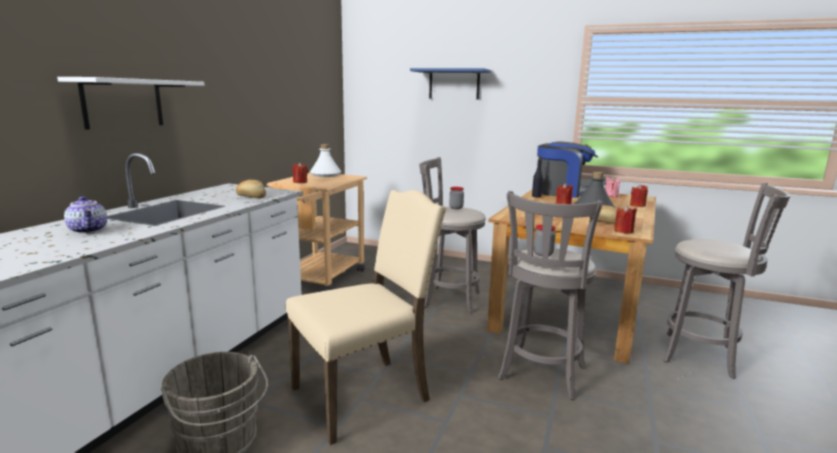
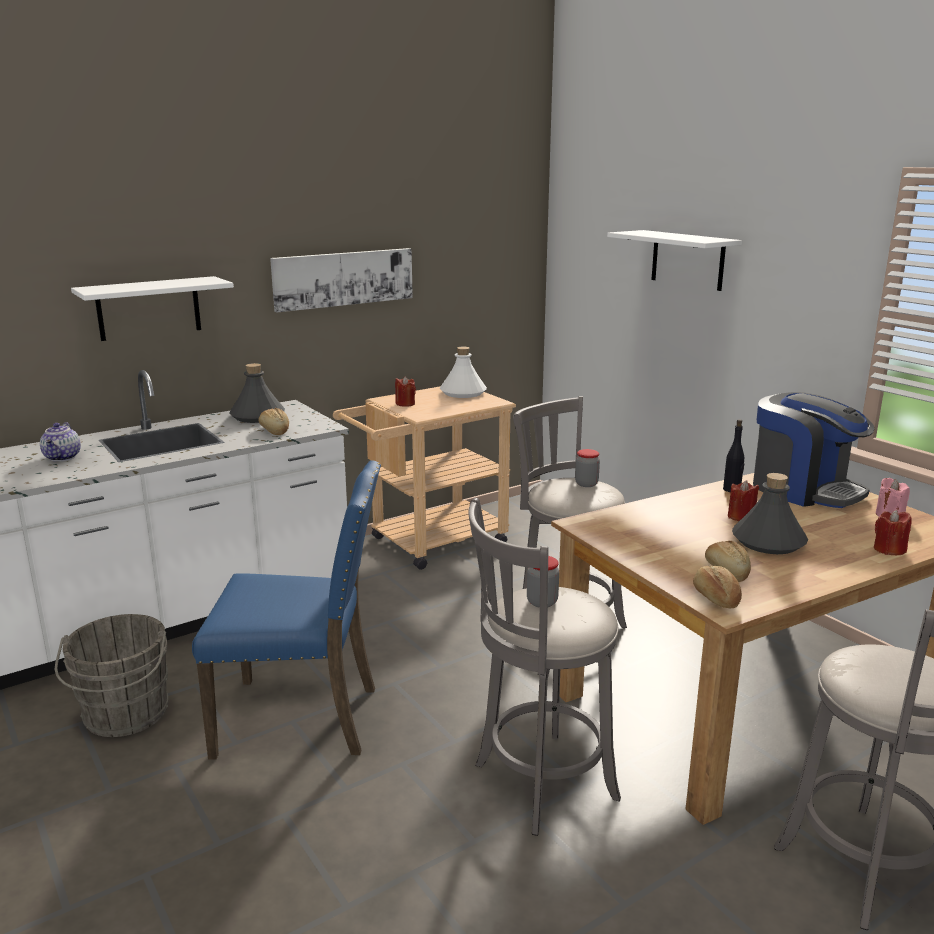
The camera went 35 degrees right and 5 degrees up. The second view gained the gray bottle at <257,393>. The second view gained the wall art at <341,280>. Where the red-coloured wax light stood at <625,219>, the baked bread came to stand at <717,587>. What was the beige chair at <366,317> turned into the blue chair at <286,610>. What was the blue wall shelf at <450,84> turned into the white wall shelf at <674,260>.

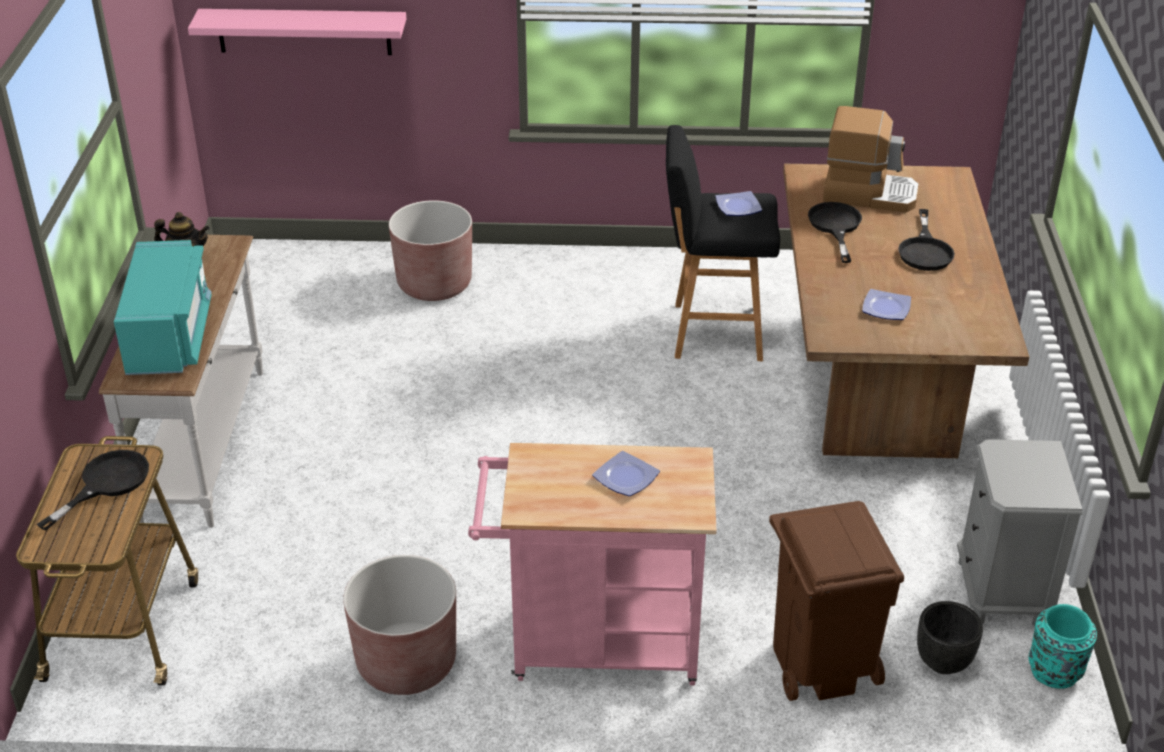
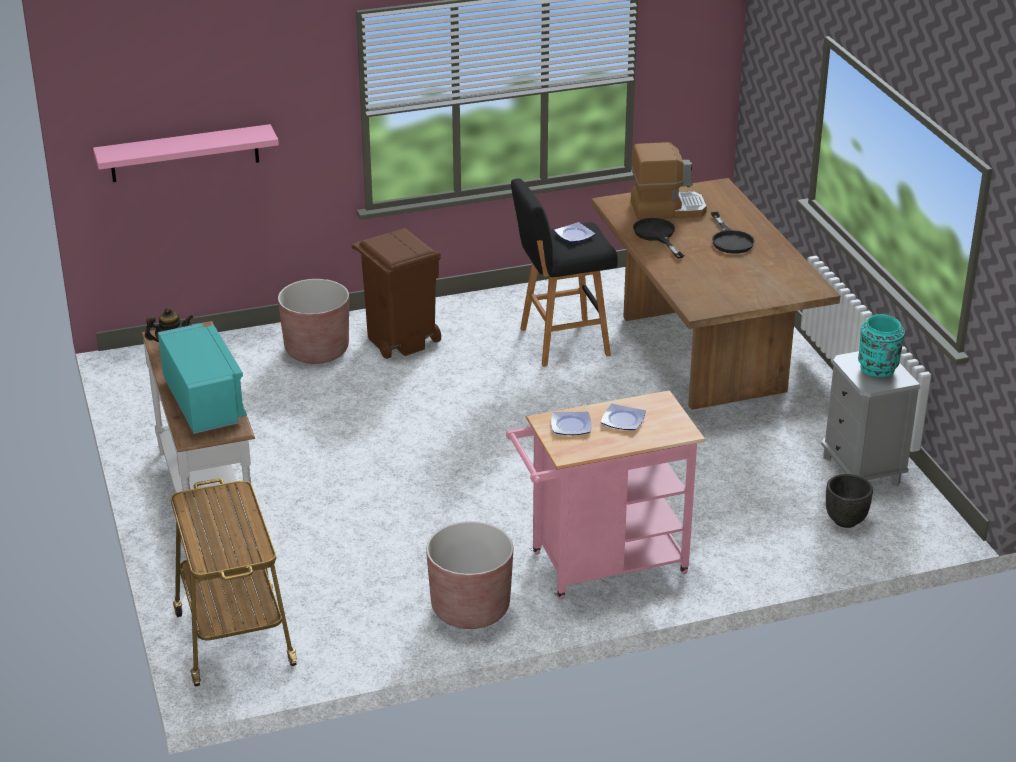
The camera went 20 degrees left and 5 degrees down. The second view lost the blackish skillet at <93,490>. The brownish trash can ended up elsewhere, having gone from <836,601> to <396,293>. The dinner plate ended up elsewhere, having gone from <886,304> to <571,423>. The blue-green vase ended up elsewhere, having gone from <1063,646> to <881,345>.

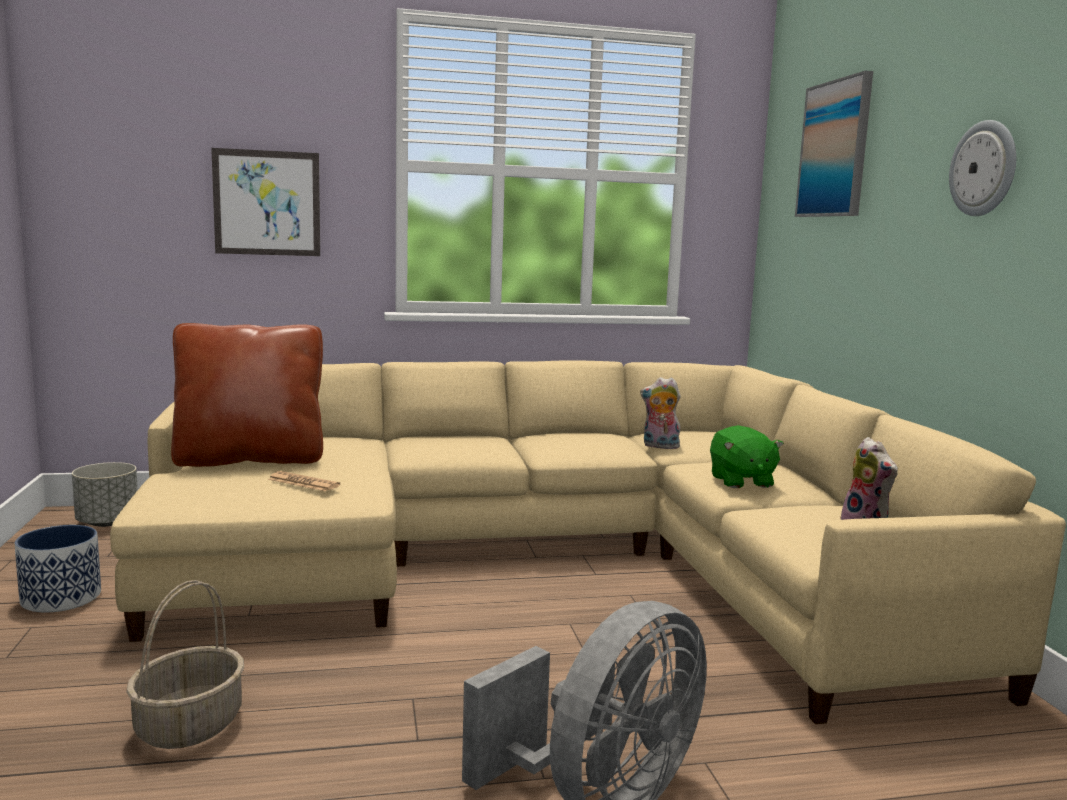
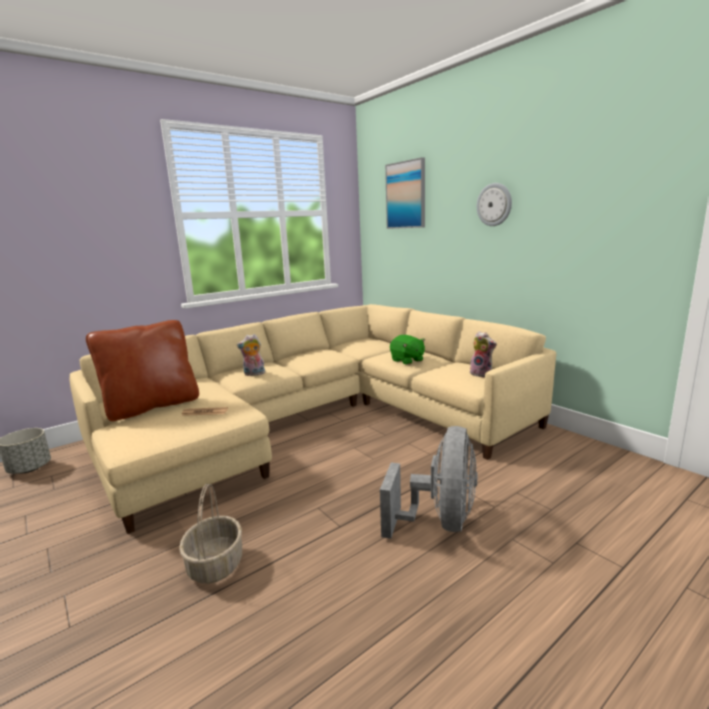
The camera went 25 degrees left and 5 degrees up. The second view lost the flower pot at <58,568>. The second view lost the wall art at <265,202>. The plush toy ended up elsewhere, having gone from <661,413> to <251,355>.

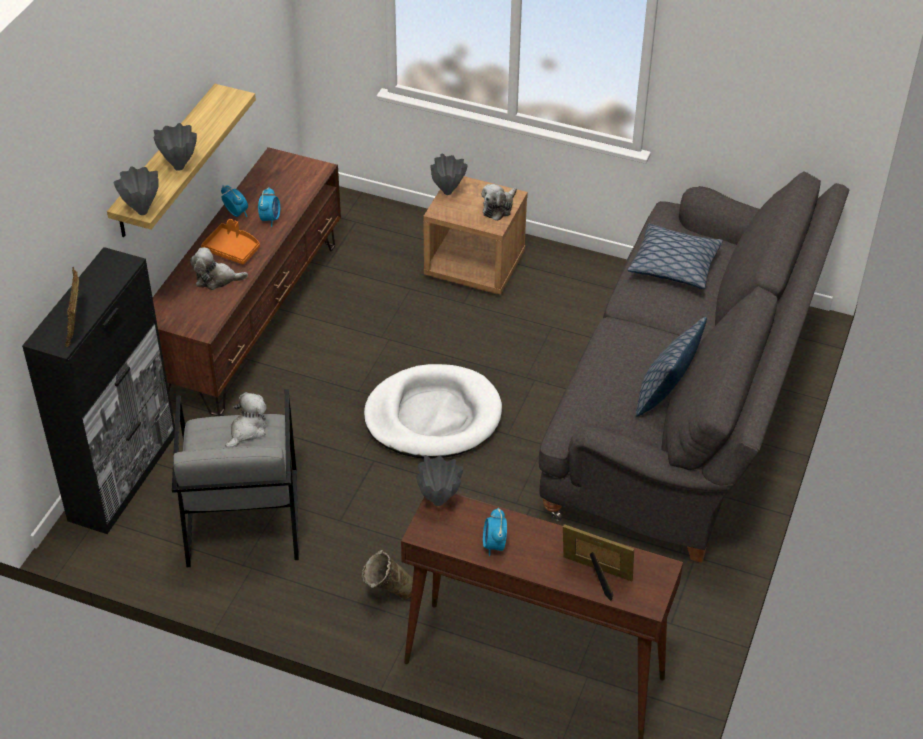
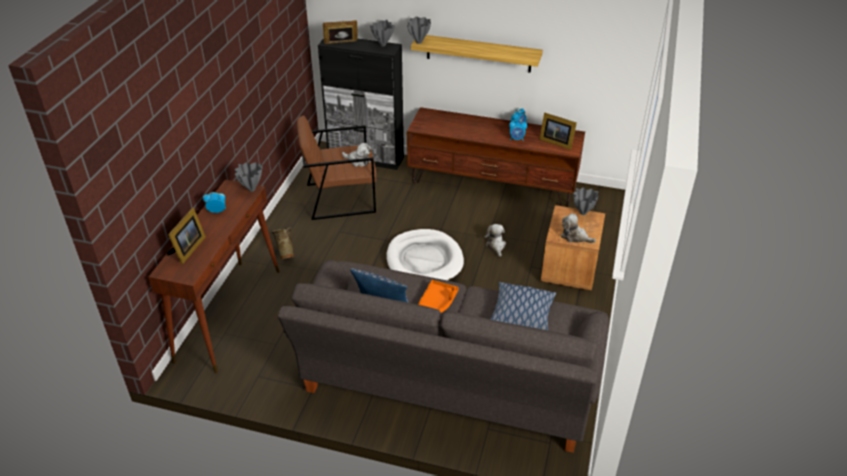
The camera went 85 degrees right and 5 degrees down. The second view gained the photo frame at <558,131>. The gray vase ended up elsewhere, having gone from <175,147> to <382,33>. The plush toy ended up elsewhere, having gone from <219,269> to <495,240>. The orange tray ended up elsewhere, having gone from <230,241> to <438,296>. What was the gray armchair at <235,478> turned into the brownish armchair at <336,167>.

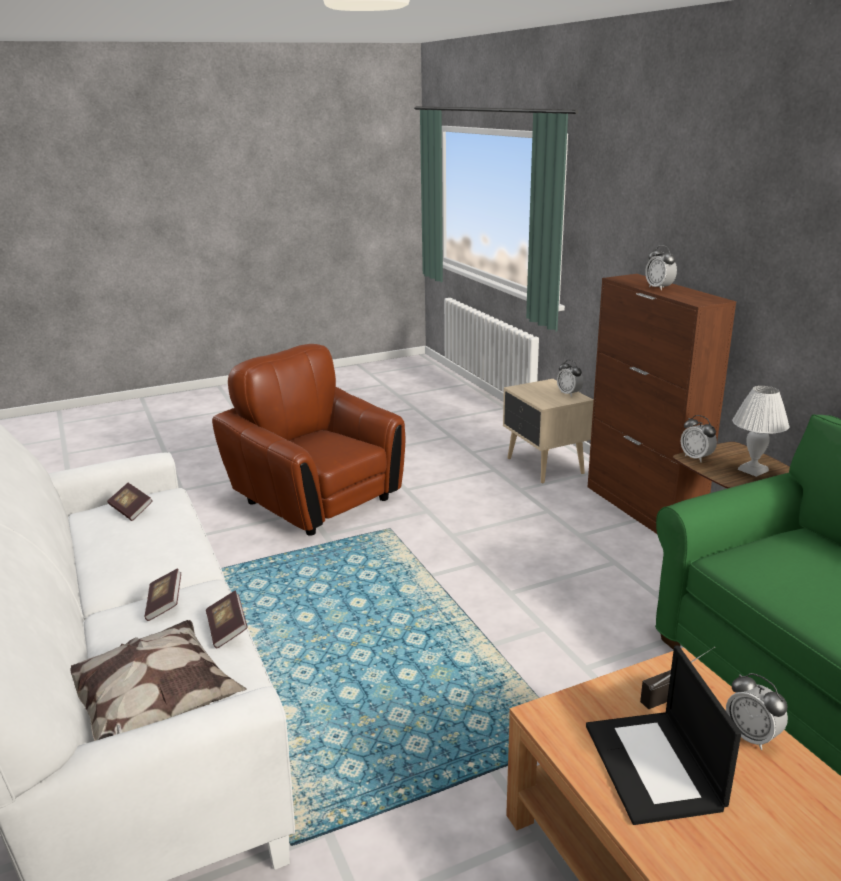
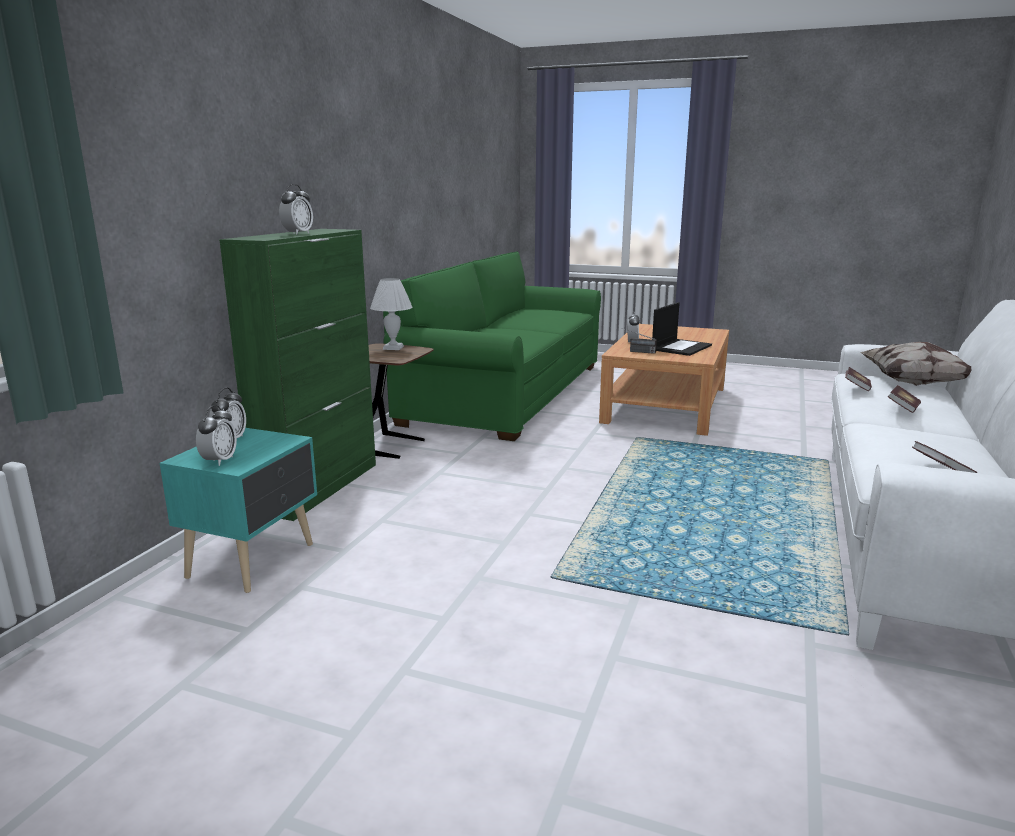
The camera went 135 degrees left and 5 degrees down. The second view lost the brownish armchair at <308,440>. The alarm clock ended up elsewhere, having gone from <699,438> to <216,435>. What was the beige nightstand at <548,431> turned into the blue-green nightstand at <238,510>. What was the brownish storage cabinet at <662,404> turned into the green storage cabinet at <297,375>.

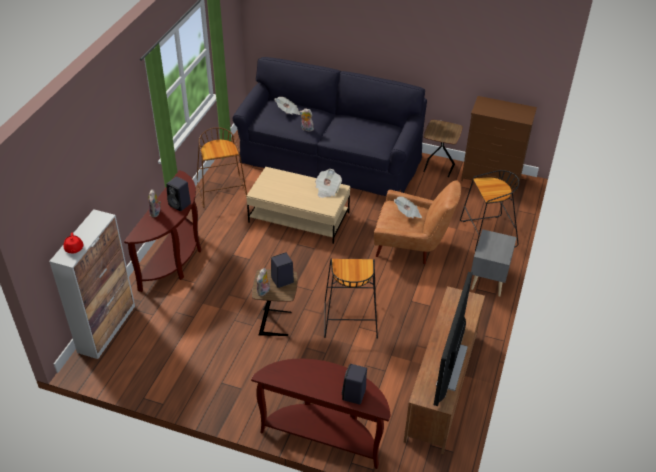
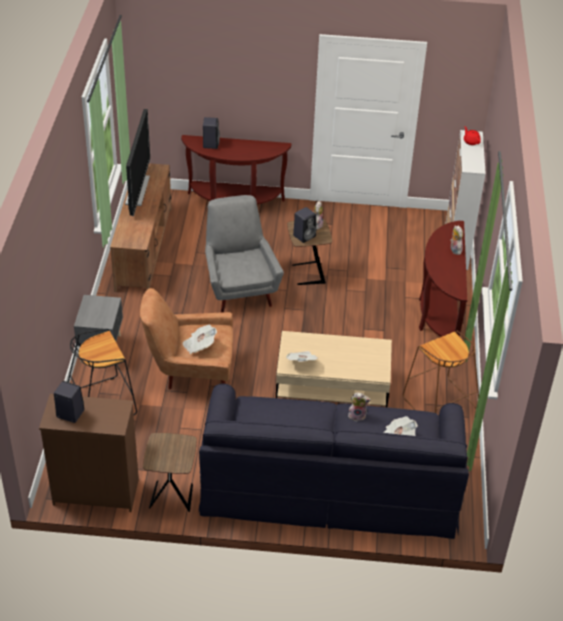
The camera went 165 degrees right and 0 degrees up. The blackish audio speaker ended up elsewhere, having gone from <178,193> to <69,402>. Where the blackish sitting stool stood at <351,299>, the gray armchair came to stand at <244,254>.

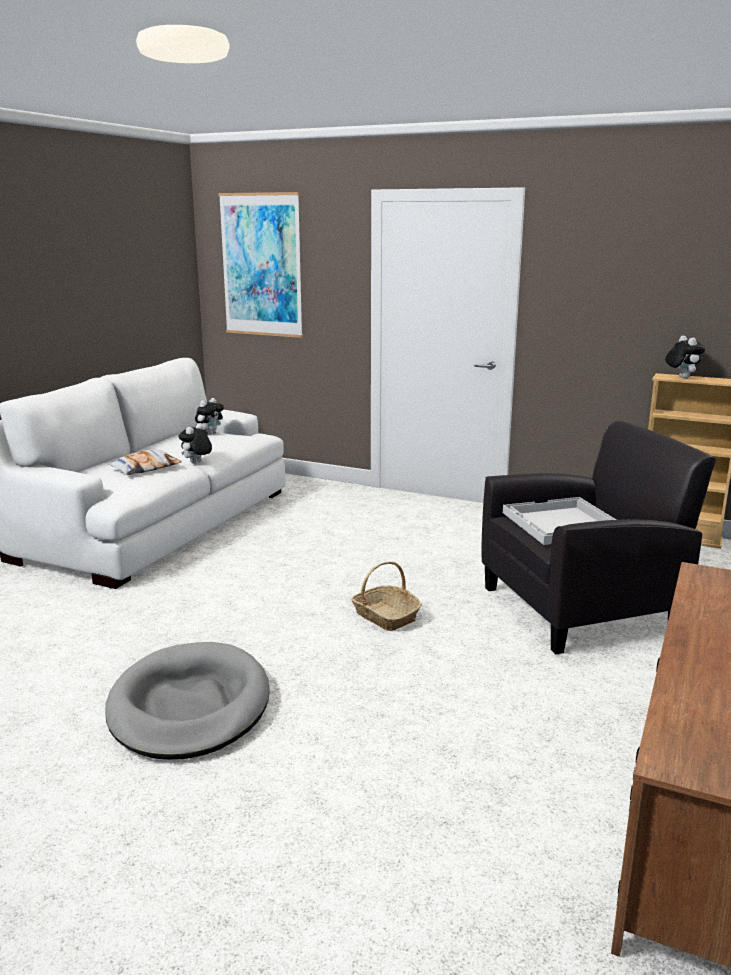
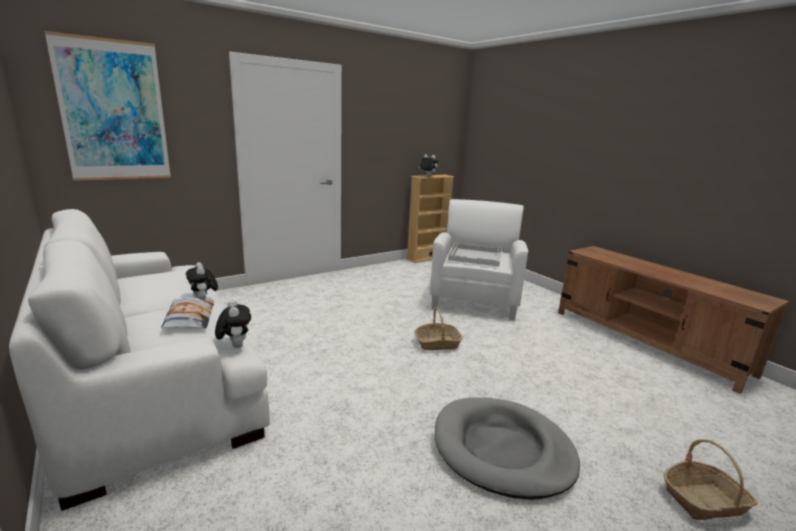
The camera went 60 degrees left and 0 degrees up. The second view gained the storage basket at <711,479>. The plush toy ended up elsewhere, having gone from <209,416> to <233,324>. What was the blackish armchair at <598,537> turned into the white armchair at <479,259>.

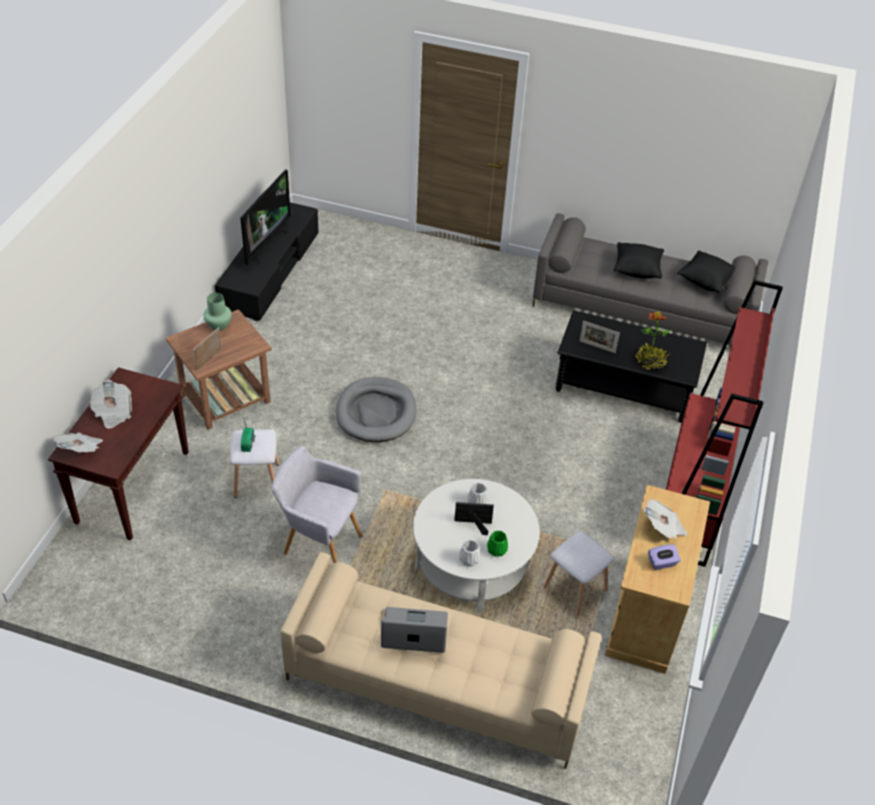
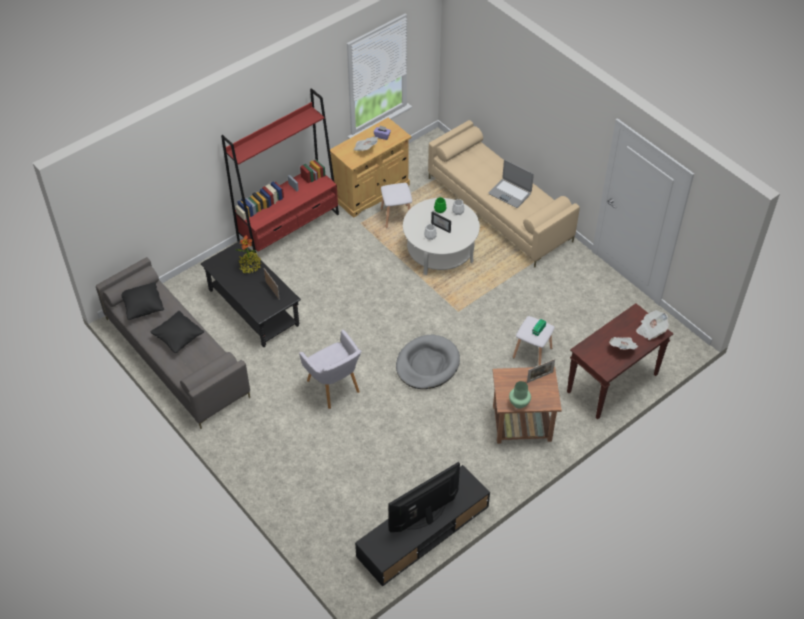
The camera went 145 degrees left and 5 degrees up. The gray armchair ended up elsewhere, having gone from <317,504> to <330,369>.

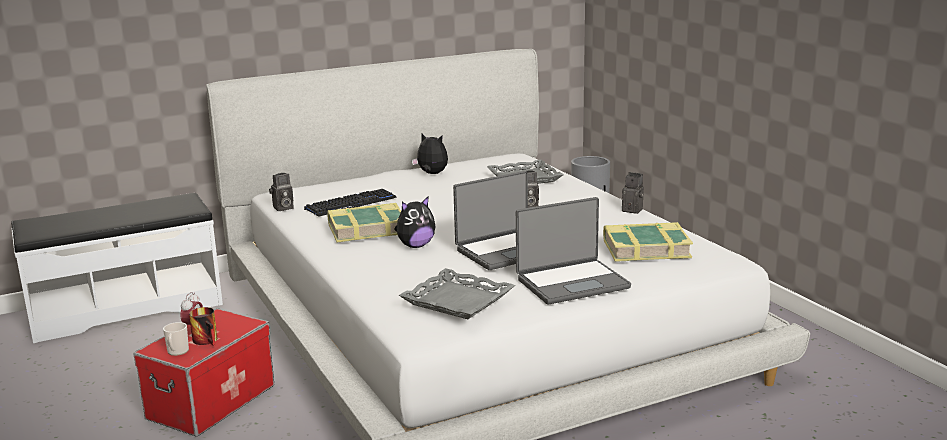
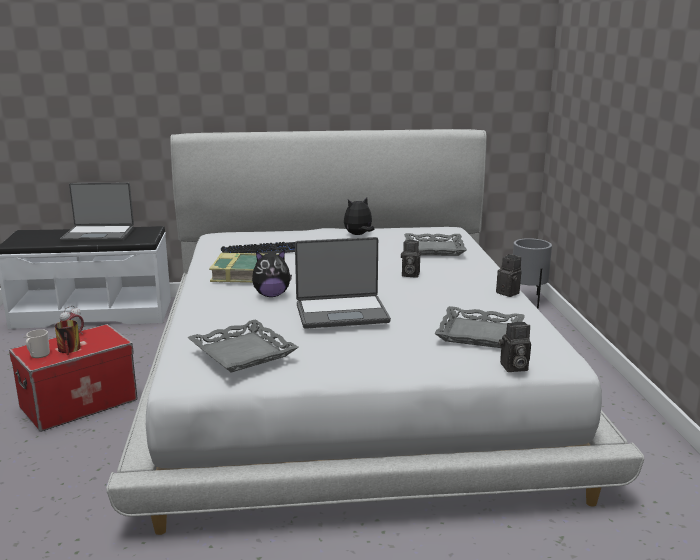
The camera went 20 degrees right and 0 degrees up. The still camera ended up elsewhere, having gone from <281,192> to <515,347>. The portable computer ended up elsewhere, having gone from <573,251> to <97,212>. Where the book stood at <648,242>, the gray tray came to stand at <479,327>. The plush toy at <430,154> ended up facing another way, 75 degrees counterclockwise from before.

